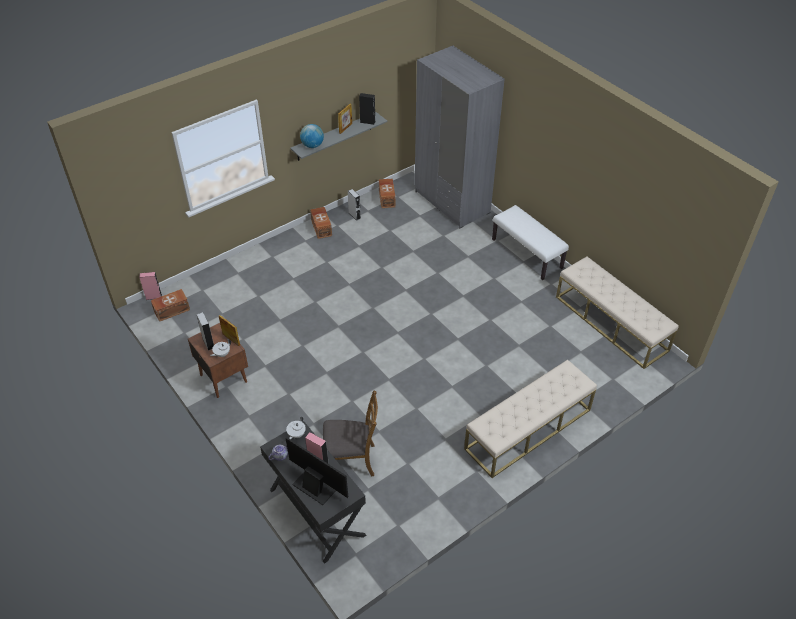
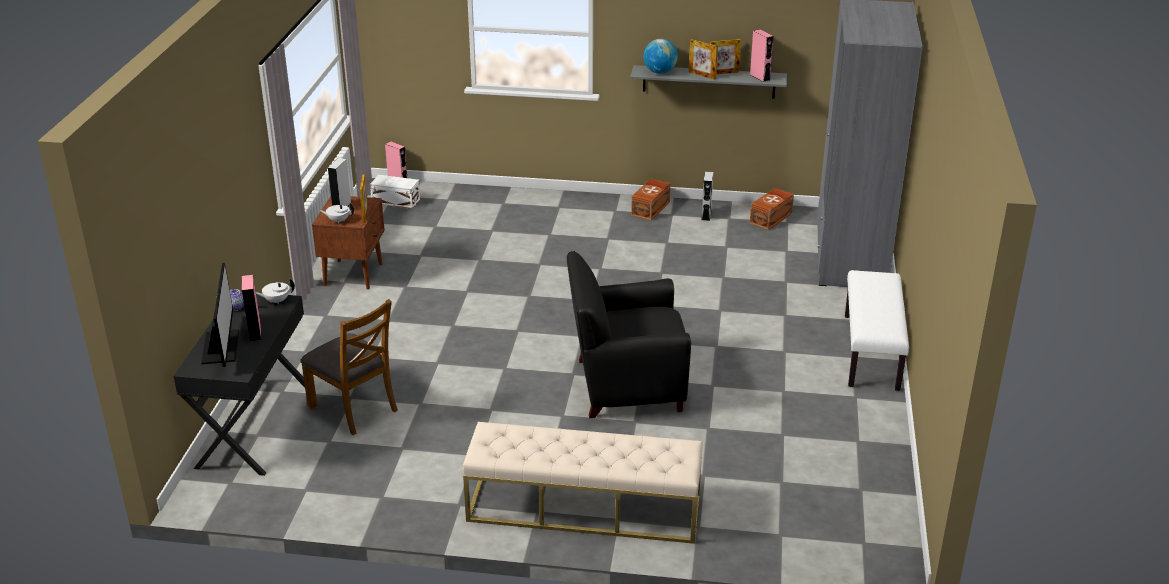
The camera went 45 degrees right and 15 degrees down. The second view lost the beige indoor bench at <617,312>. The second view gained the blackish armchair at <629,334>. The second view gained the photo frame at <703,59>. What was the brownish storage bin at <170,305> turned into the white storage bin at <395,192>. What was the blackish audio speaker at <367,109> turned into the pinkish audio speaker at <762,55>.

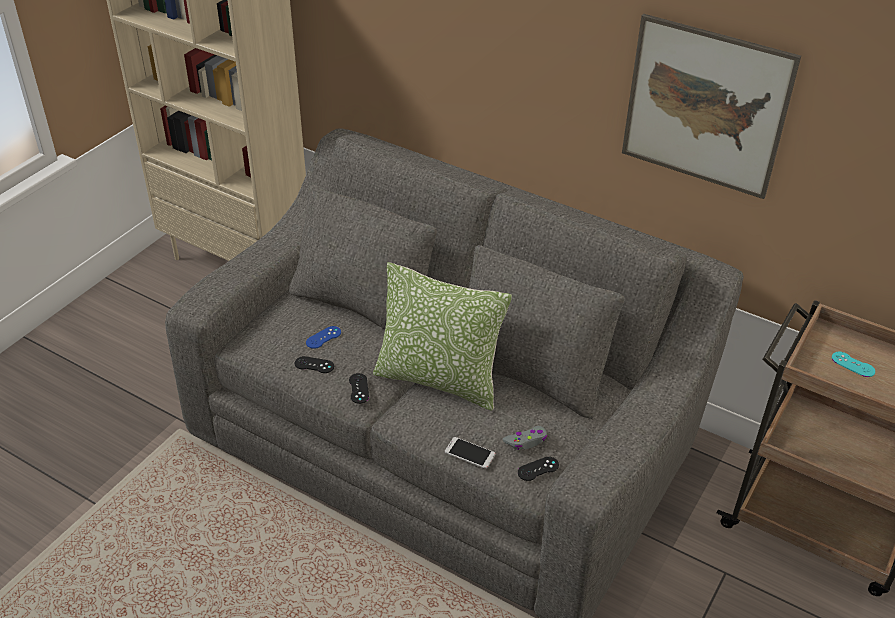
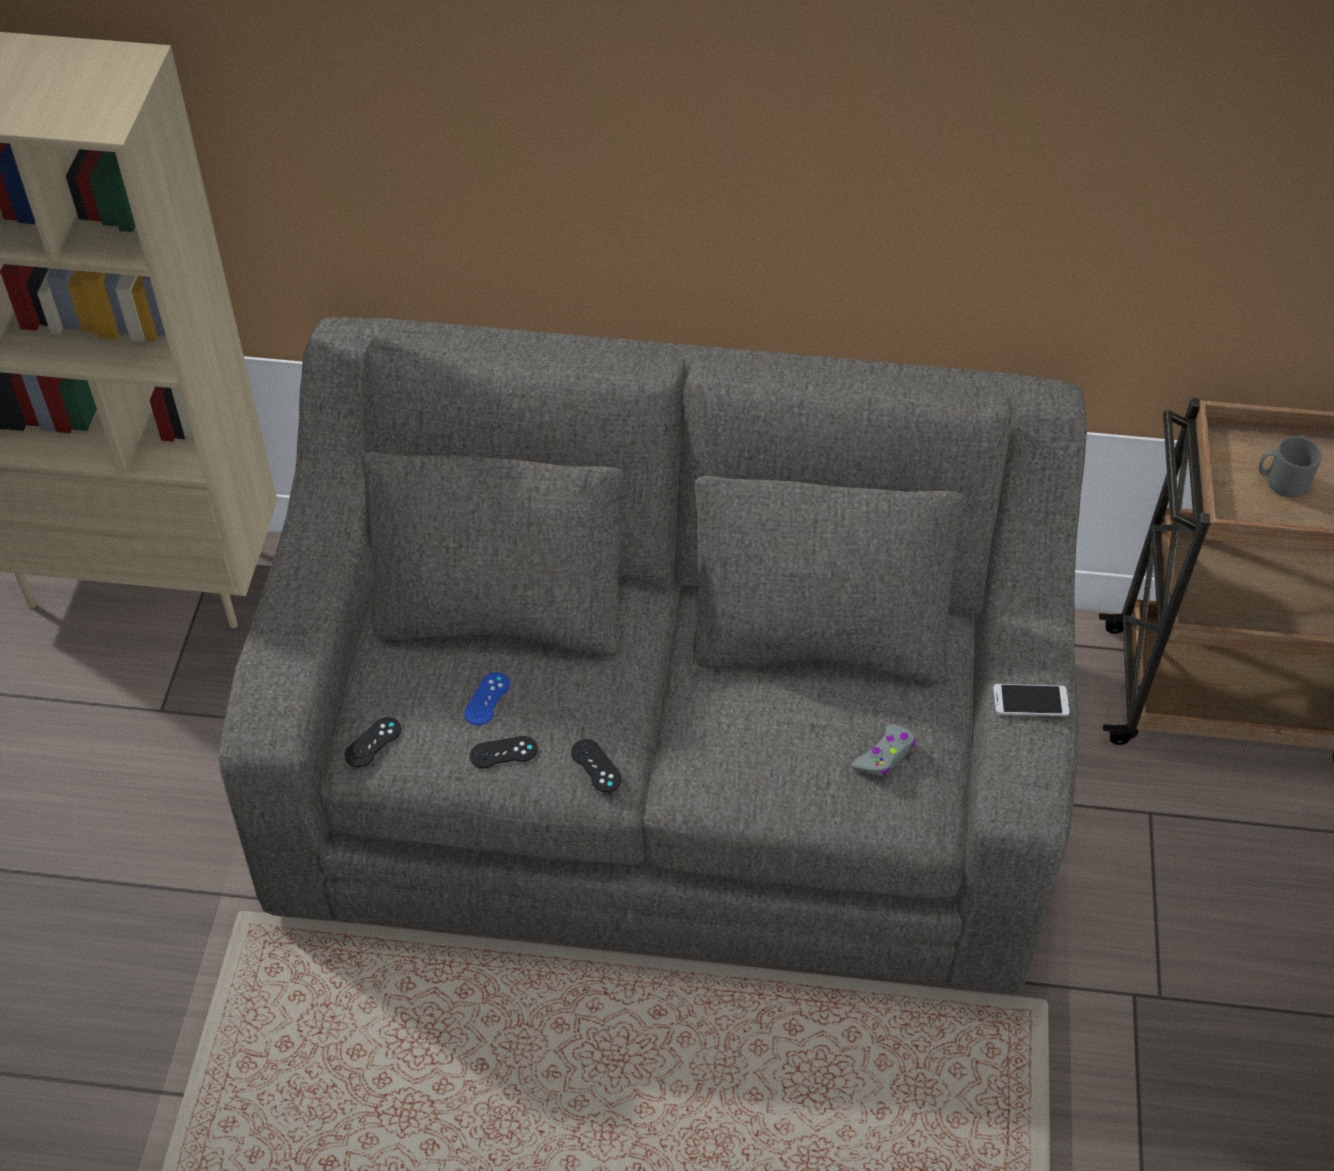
The camera went 25 degrees left and 10 degrees up. The second view lost the pillow at <442,336>. The second view lost the wall art at <711,106>. The phone ended up elsewhere, having gone from <470,453> to <1031,700>. The blackish gamepad ended up elsewhere, having gone from <538,469> to <372,742>. Where the blue-green gamepad stood at <853,364>, the gray tea mug came to stand at <1290,467>.

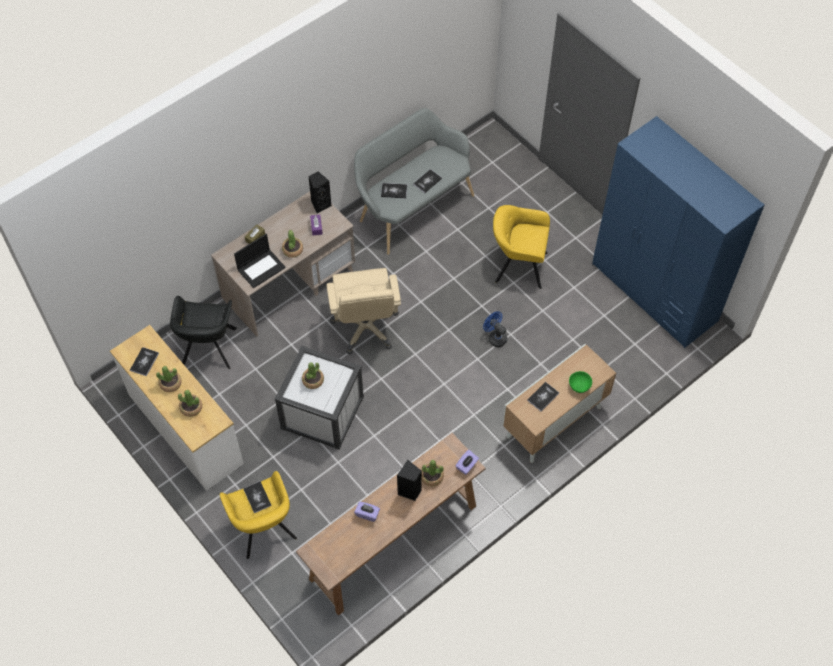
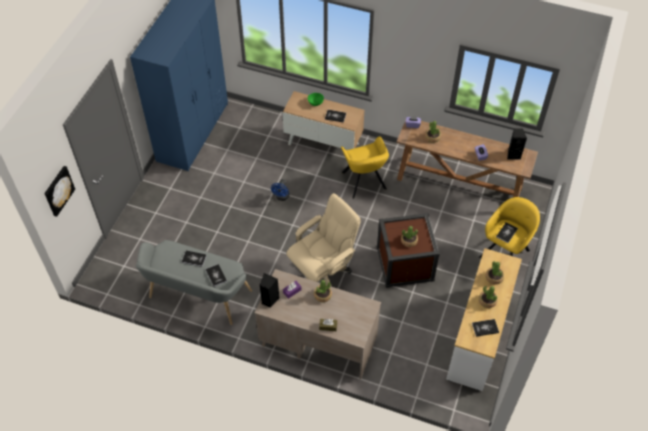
The camera went 120 degrees left and 5 degrees down. The second view lost the blackish armchair at <203,332>. The second view lost the portable computer at <260,261>. The second view gained the wall art at <59,191>. The blackish audio speaker ended up elsewhere, having gone from <409,480> to <517,144>. The yellow armchair ended up elsewhere, having gone from <521,247> to <365,167>. What was the white storage bin at <319,397> turned into the brownish storage bin at <408,250>.

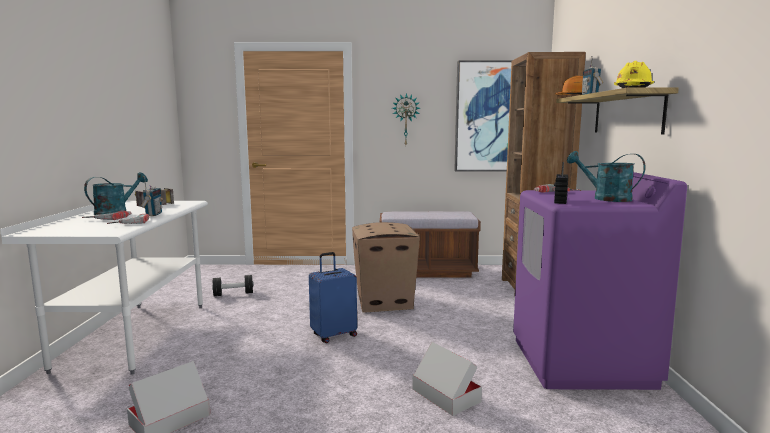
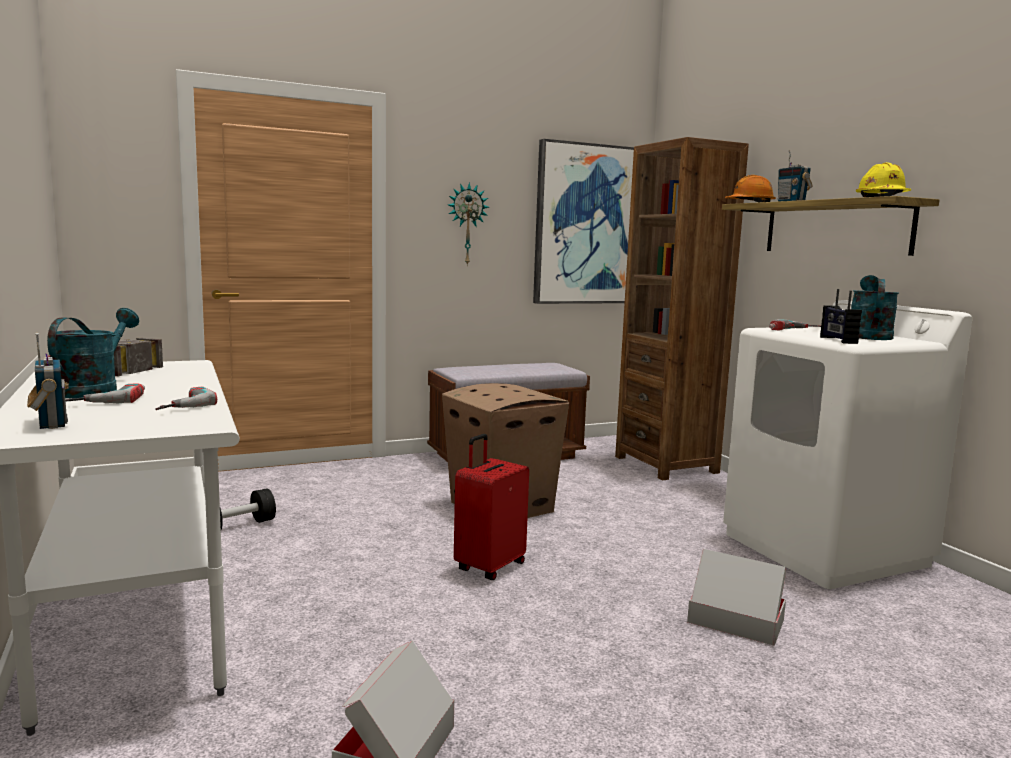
The camera went 25 degrees left and 0 degrees up. The radio set ended up elsewhere, having gone from <152,196> to <48,381>. What was the blue suitcase at <333,297> turned into the red-coloured suitcase at <491,507>. What was the purple washing machine at <600,281> turned into the white washing machine at <847,444>. The blue-green watering can at <606,176> ended up facing another way, 90 degrees clockwise from before.

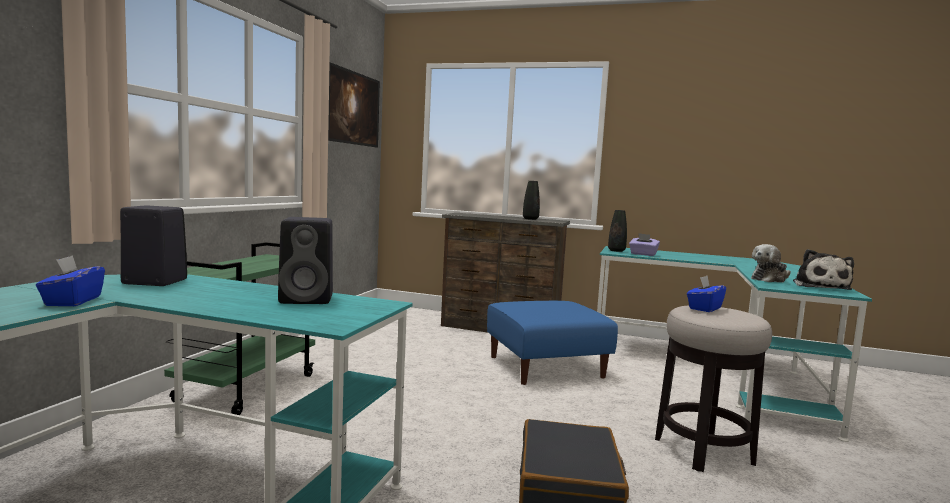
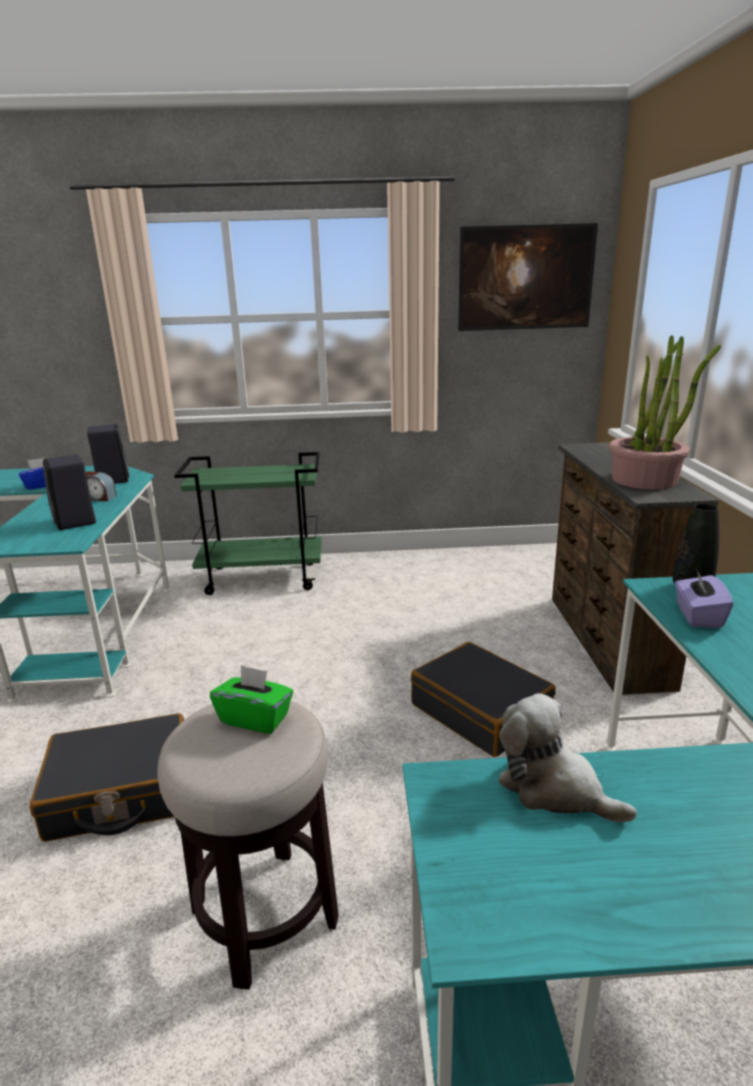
The camera went 70 degrees right and 15 degrees up. The second view lost the plush toy at <823,269>. The second view gained the alarm clock at <101,486>. Where the blue pouffe stood at <552,343>, the blackish suitcase came to stand at <483,699>. Where the blackish vase stood at <531,200>, the houseplant came to stand at <665,412>. What was the blue box of tissues at <706,293> turned into the green box of tissues at <251,699>.

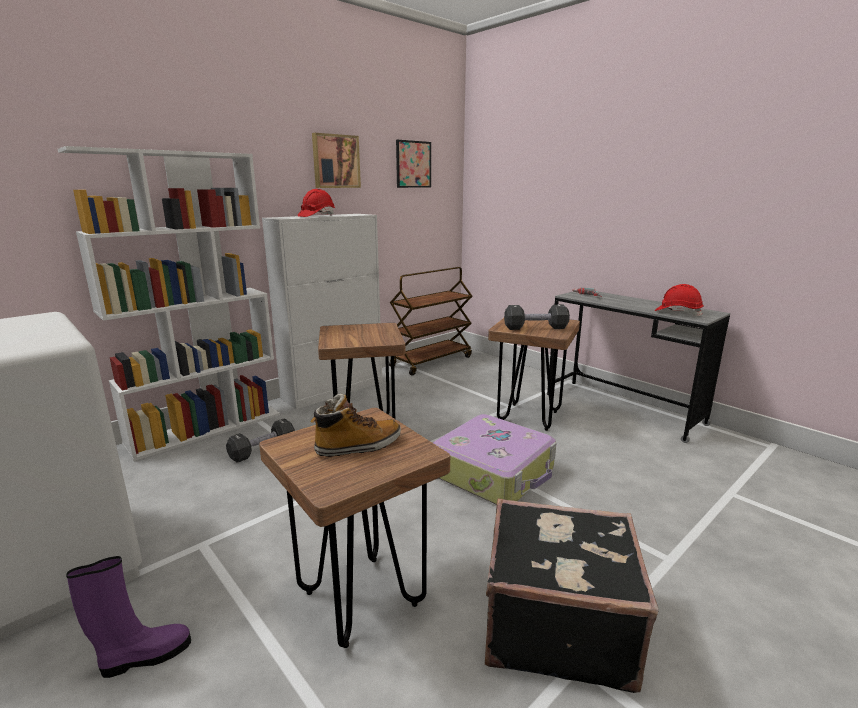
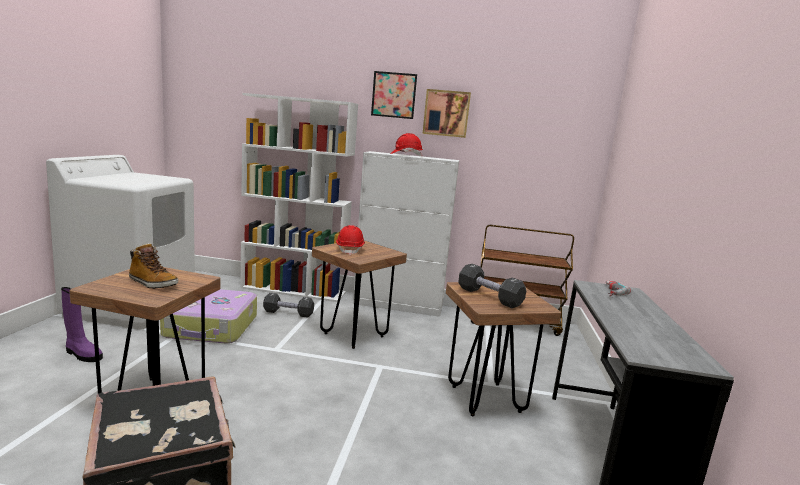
The camera went 50 degrees right and 5 degrees down. The wall art ended up elsewhere, having gone from <413,164> to <394,95>. The suitcase ended up elsewhere, having gone from <494,459> to <208,316>. The red-coloured work helmet ended up elsewhere, having gone from <679,300> to <350,240>.

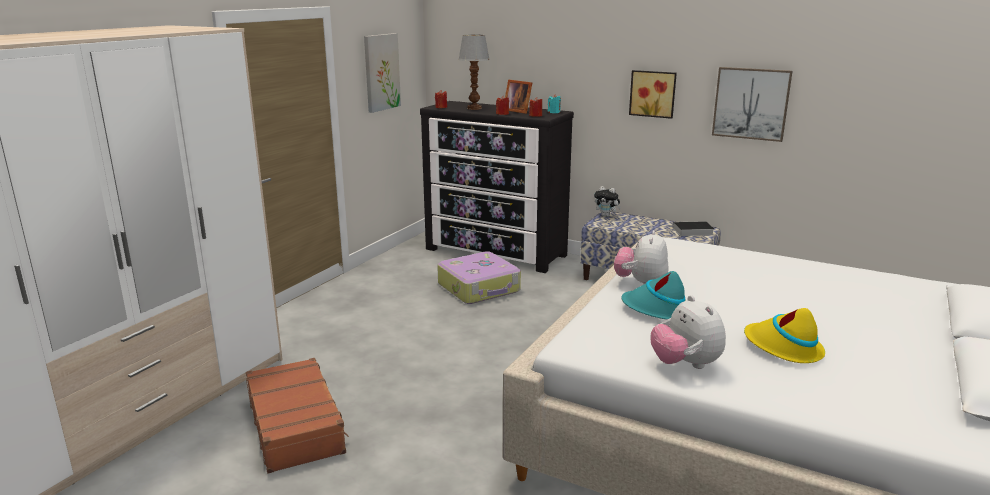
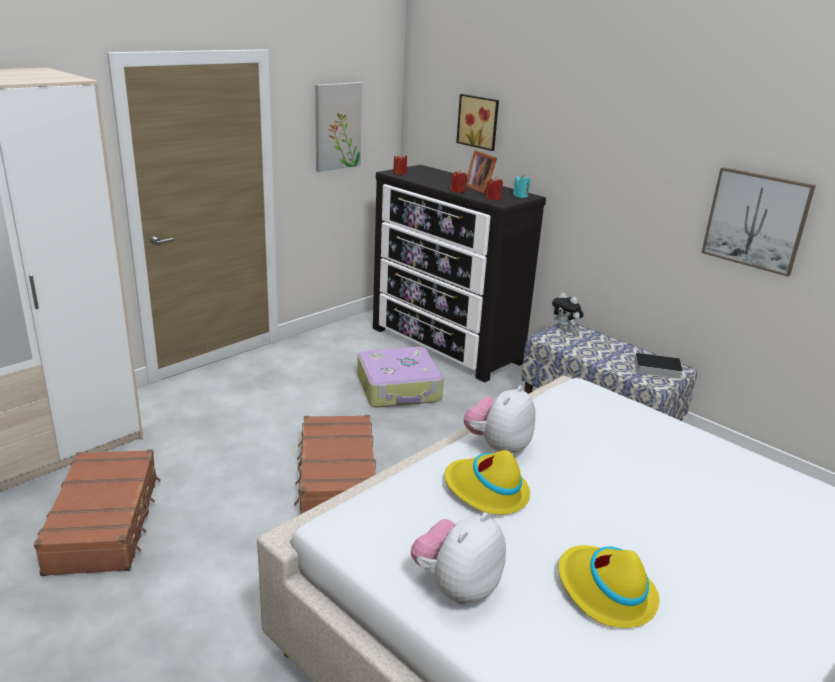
The camera went 15 degrees right and 5 degrees up. The second view lost the lamp for a table at <474,72>. The second view gained the brownish suitcase at <335,464>. The wall art ended up elsewhere, having gone from <653,94> to <477,122>. What was the blue-green clothing hat at <653,295> turned into the yellow clothing hat at <487,482>. The plush toy at <688,332> ended up facing another way, 45 degrees clockwise from before.

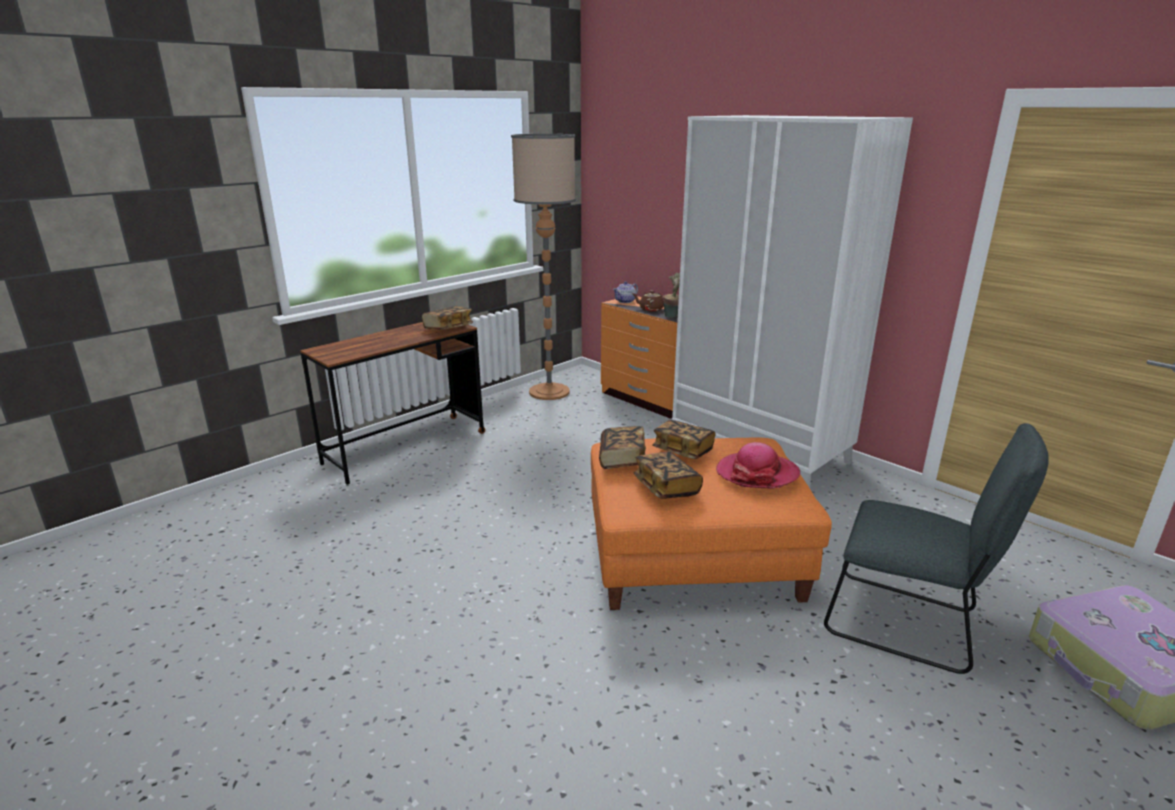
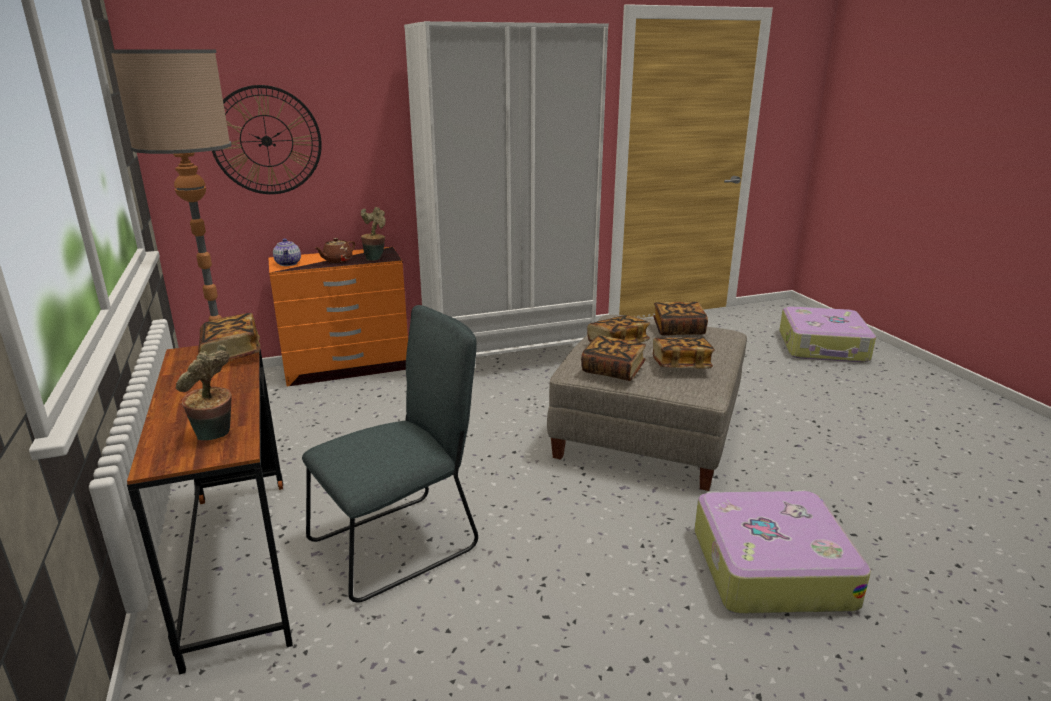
The camera went 65 degrees left and 0 degrees up. The second view gained the houseplant at <204,392>. The second view gained the clock on the wall at <267,139>. The second view gained the suitcase at <783,552>. The gray chair ended up elsewhere, having gone from <936,548> to <390,453>. Where the clothing hat stood at <758,465>, the book came to stand at <680,319>. What was the orange pouffe at <711,523> turned into the gray pouffe at <647,403>.

